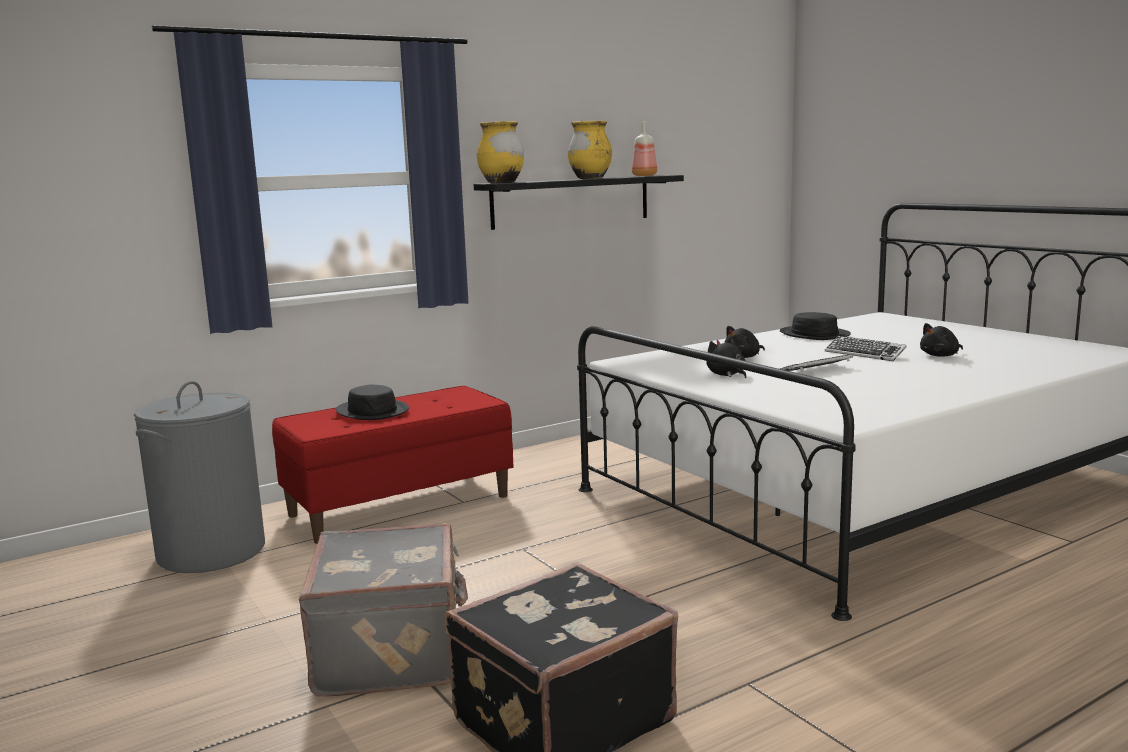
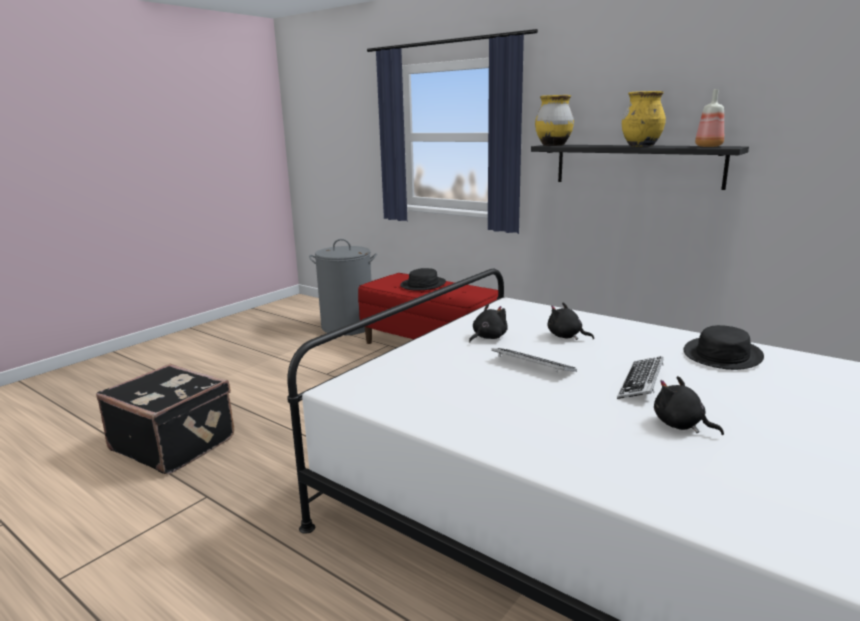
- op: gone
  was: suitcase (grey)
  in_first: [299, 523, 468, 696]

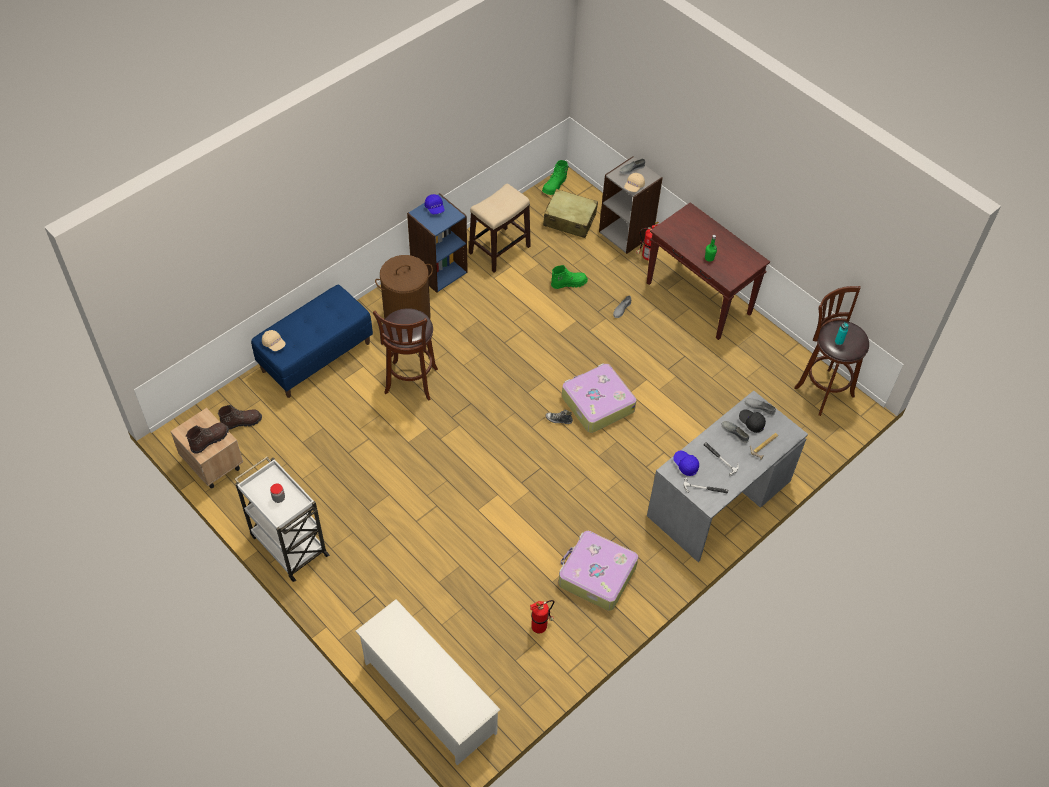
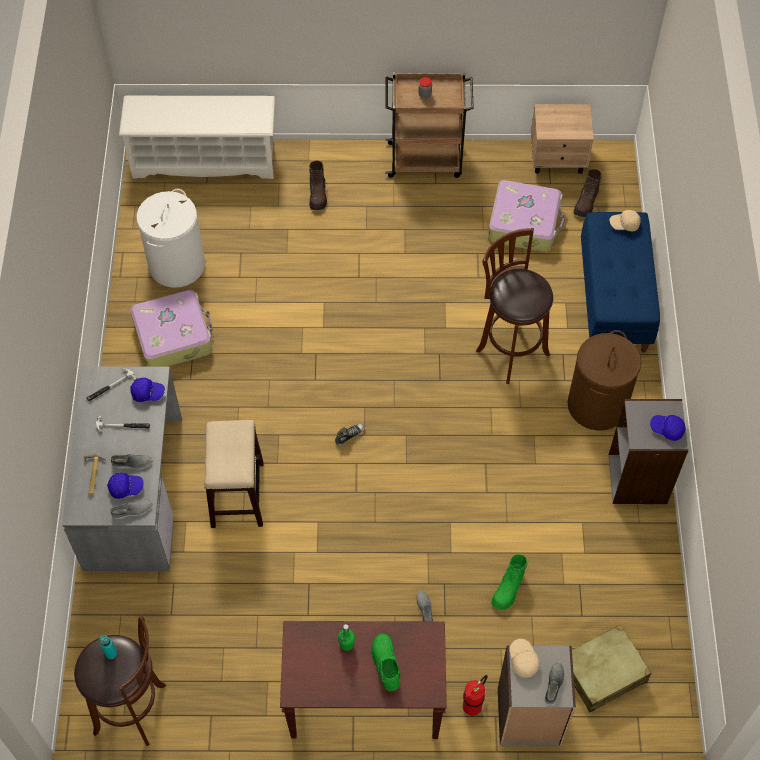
- op: shifted
  was: boot (brown)
  in_first: [186, 422, 229, 454]
  in_second: [309, 161, 327, 210]
- op: shifted
  was: stool
  in_first: [469, 184, 531, 273]
  in_second: [204, 420, 264, 528]
- op: shifted
  was: boot (green)
  in_first: [542, 160, 569, 195]
  in_second: [371, 633, 400, 691]
- op: shifted
  was: suitcase
  in_first: [562, 364, 636, 433]
  in_second: [488, 180, 565, 252]
- op: swapped
  was: fire extinguisher
  now: laundry basket (white)
  in_first: [530, 600, 554, 634]
  in_second: [137, 189, 205, 288]
- op: repainted
  was: cart (white)
  now: cart (brown)
  in_first: [235, 457, 330, 582]
  in_second: [385, 72, 474, 178]
- op: repainted
  was: bookcase (blue)
  now: bookcase (grey)
  in_first: [407, 193, 468, 293]
  in_second: [609, 399, 688, 504]
- op: repainted
  was: cap (black)
  now: cap (blue)
  in_first: [739, 409, 766, 433]
  in_second: [107, 473, 144, 499]

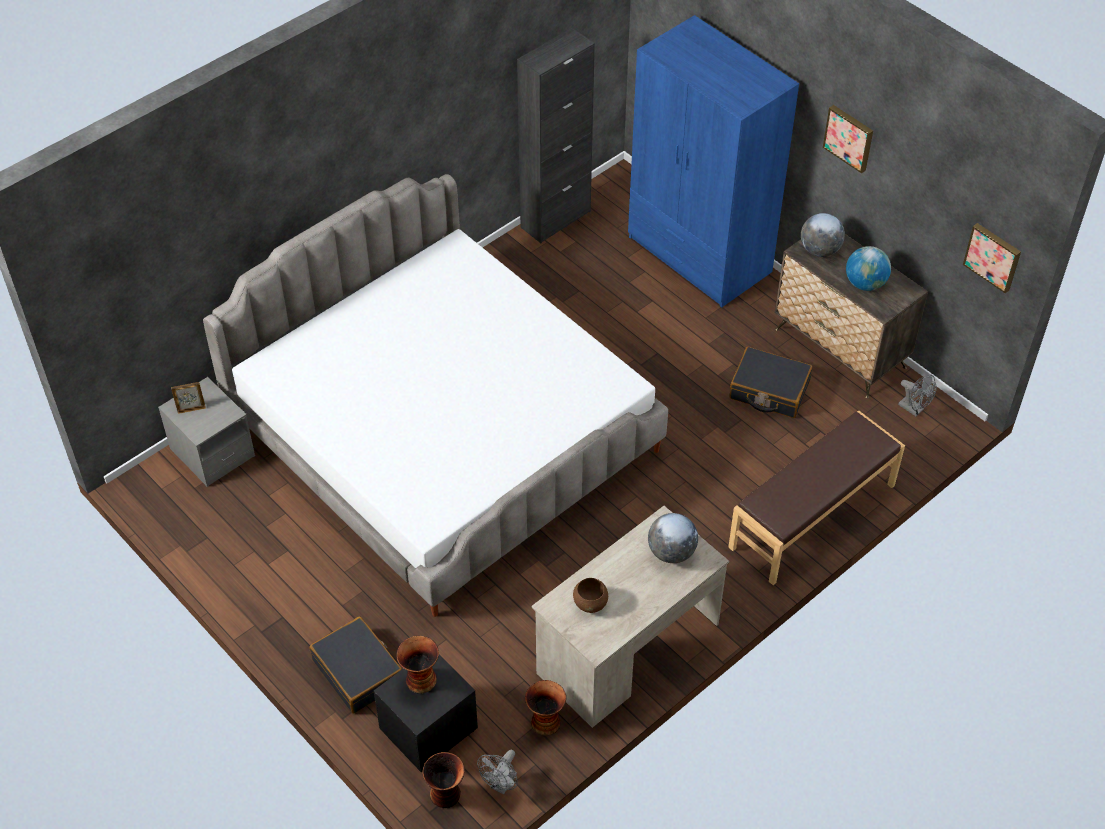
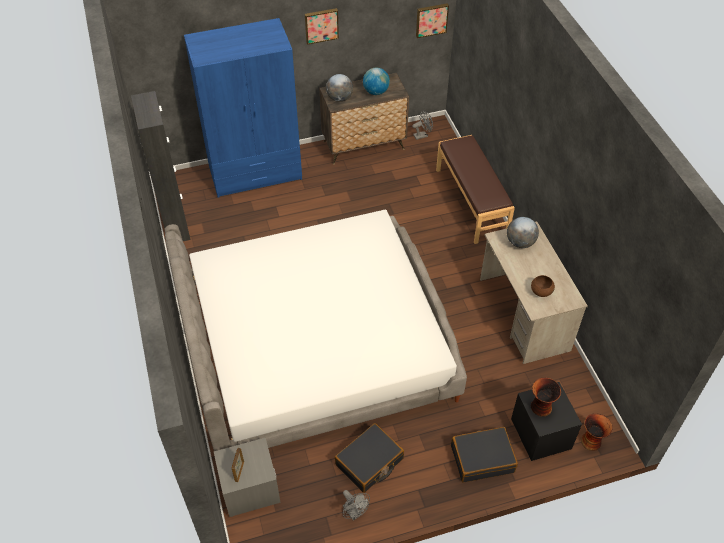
- op: gone
  was: vase
  in_first: [525, 680, 566, 736]
- op: shifted
  was: fan (grey)
  in_first: [477, 750, 518, 795]
  in_second: [343, 490, 370, 521]
- op: shifted
  was: suitcase (black)
  in_first: [730, 346, 813, 418]
  in_second: [335, 423, 404, 493]

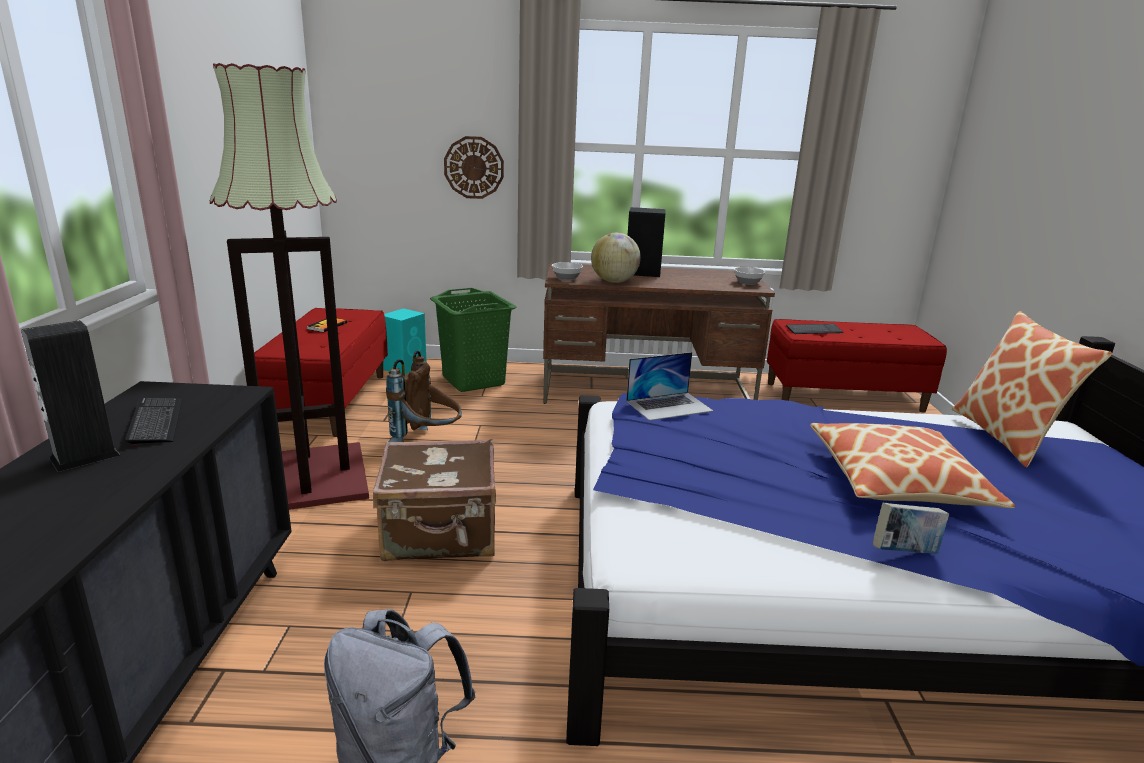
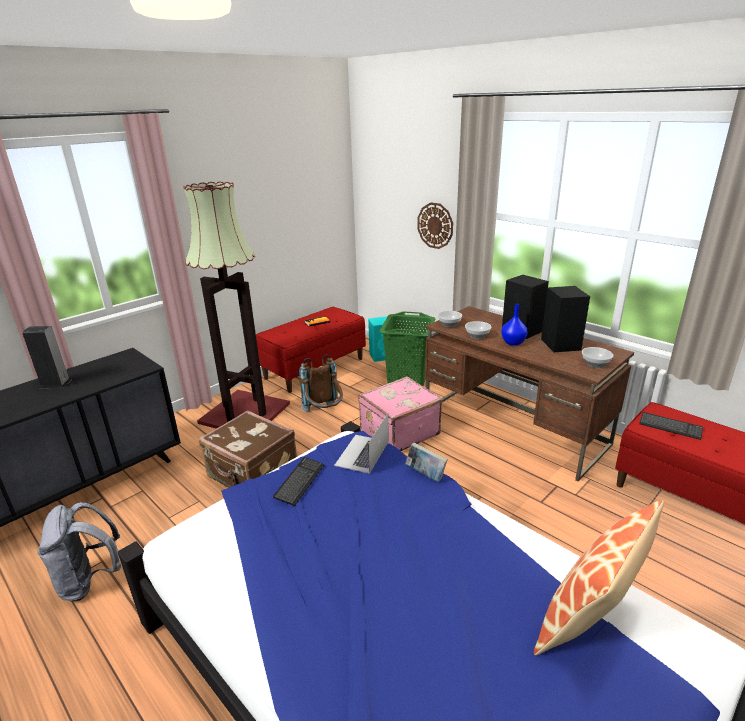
- op: gone
  was: pillow
  in_first: [810, 423, 1015, 508]
- op: new
  now: suitcase (pink)
  in_second: [358, 376, 443, 451]
- op: new
  now: vase (blue)
  in_second: [501, 304, 528, 346]
- op: new
  now: speaker (black)
  in_second: [541, 286, 590, 352]
- op: shifted
  was: keyboard
  in_first: [125, 398, 182, 445]
  in_second: [273, 457, 325, 506]
- op: shifted
  was: book
  in_first: [873, 503, 949, 554]
  in_second: [405, 443, 448, 482]
- op: swapped
  was: globe
  now: bowl
  in_first: [591, 233, 641, 283]
  in_second: [465, 321, 491, 339]
- op: rotated
  was: laptop
  in_first: [626, 352, 713, 421]
  in_second: [334, 413, 389, 474]
  clockwise: 90

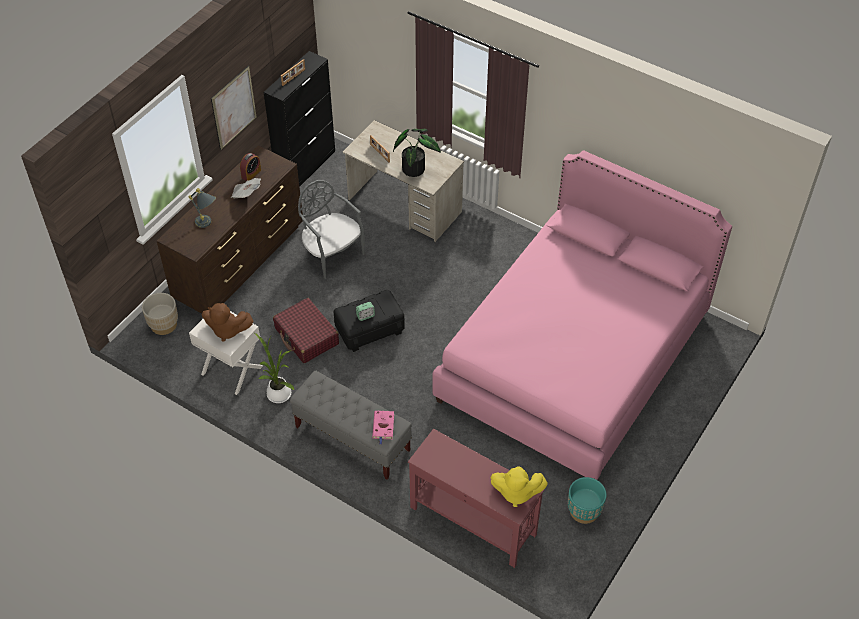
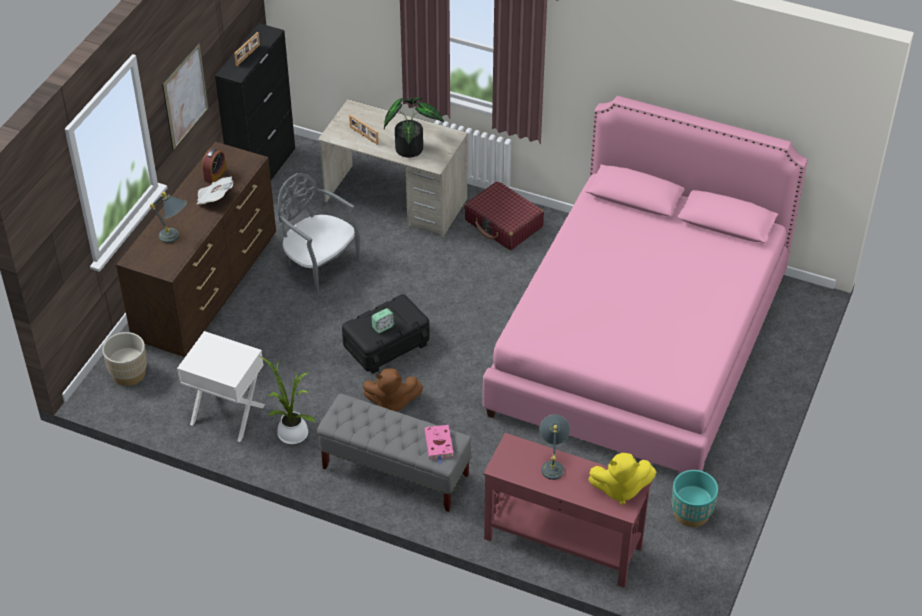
- op: new
  now: table lamp (grey)
  in_second: [539, 414, 570, 480]
- op: shifted
  was: plush toy (brown)
  in_first: [202, 303, 254, 342]
  in_second: [363, 368, 423, 411]
- op: shifted
  was: suitcase (red)
  in_first: [273, 298, 339, 363]
  in_second: [464, 182, 544, 250]

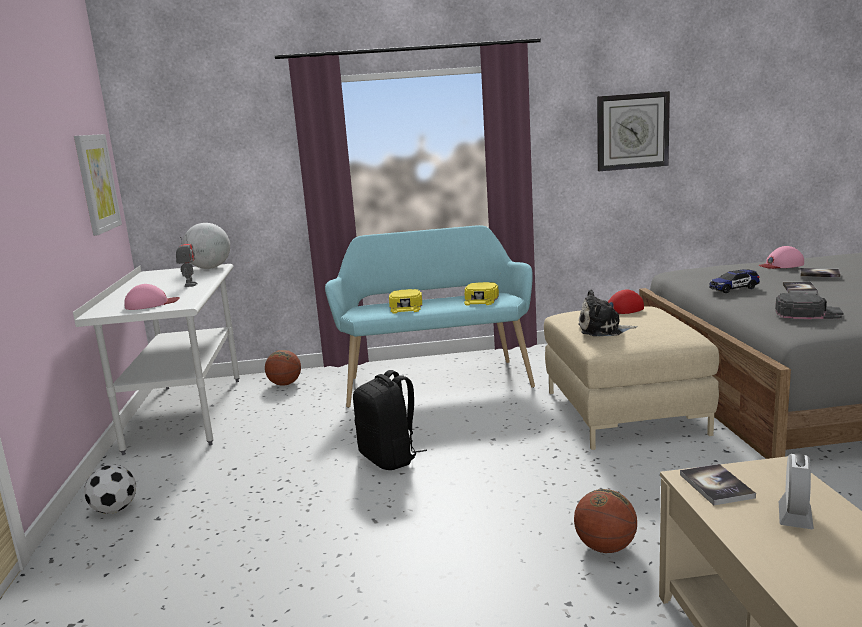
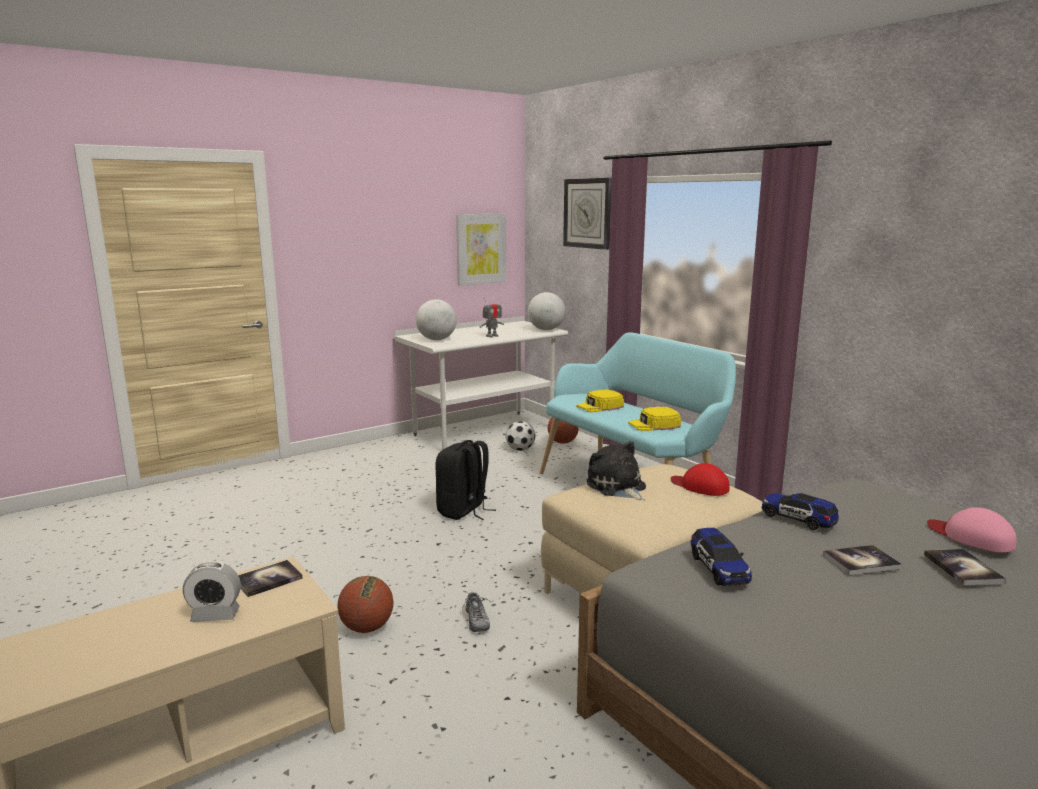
- op: new
  now: shoe
  in_second: [462, 592, 490, 632]
- op: shifted
  was: football
  in_first: [84, 464, 136, 514]
  in_second: [506, 421, 535, 451]
- op: shifted
  was: wall clock
  in_first: [597, 91, 670, 171]
  in_second: [563, 178, 612, 250]
- op: swapped
  was: cap (pink)
  now: globe
  in_first: [125, 284, 180, 310]
  in_second: [416, 299, 457, 340]
- op: swapped
  was: cap (black)
  now: toy car
  in_first: [775, 293, 843, 319]
  in_second: [691, 528, 752, 586]

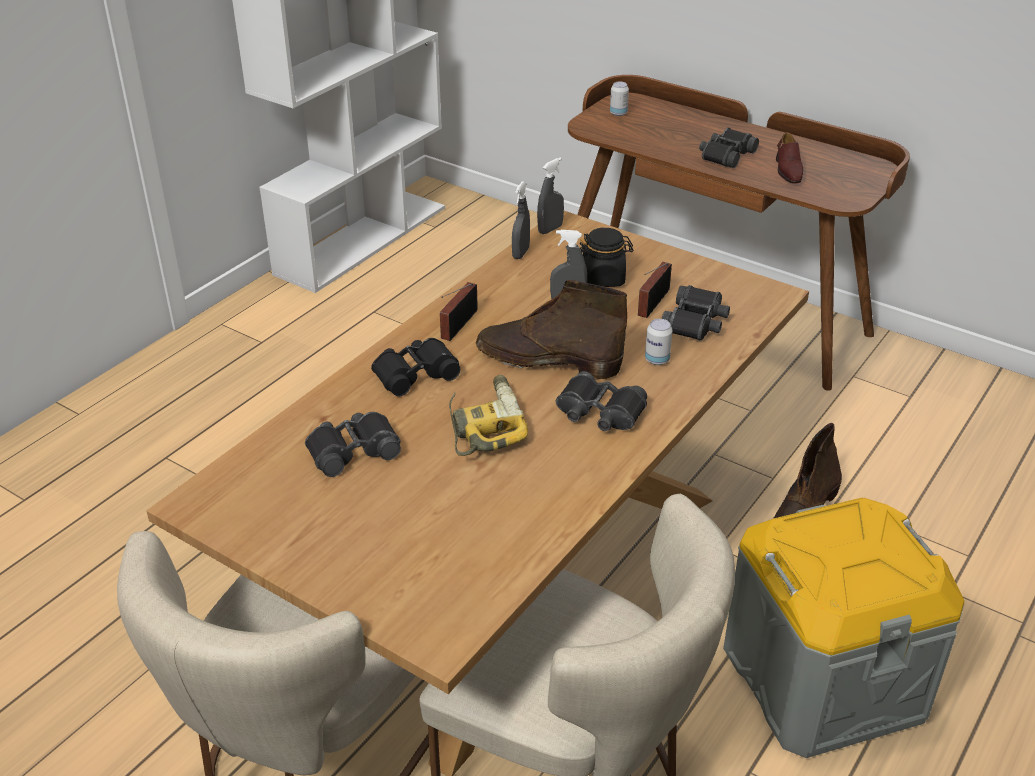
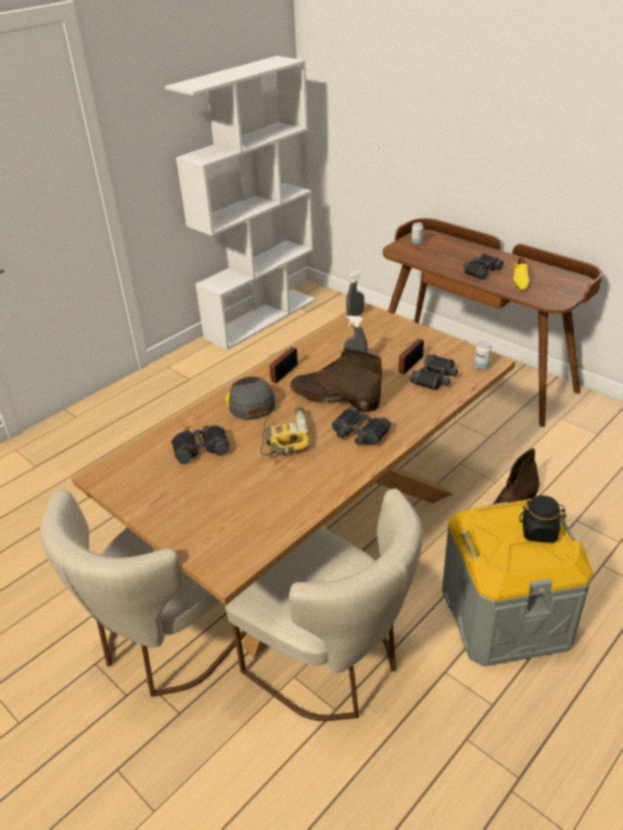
- op: gone
  was: spray bottle (grey)
  in_first: [512, 181, 530, 259]
- op: shifted
  was: jar (black)
  in_first: [580, 228, 633, 287]
  in_second: [519, 495, 567, 543]
- op: shifted
  was: can
  in_first: [645, 319, 673, 365]
  in_second: [474, 341, 492, 370]
- op: swapped
  was: binoculars (black)
  now: cap (grey)
  in_first: [371, 338, 460, 397]
  in_second: [226, 377, 275, 420]
- op: repainted
  was: shoe (brown)
  now: shoe (yellow)
  in_first: [776, 132, 803, 184]
  in_second: [513, 257, 529, 291]

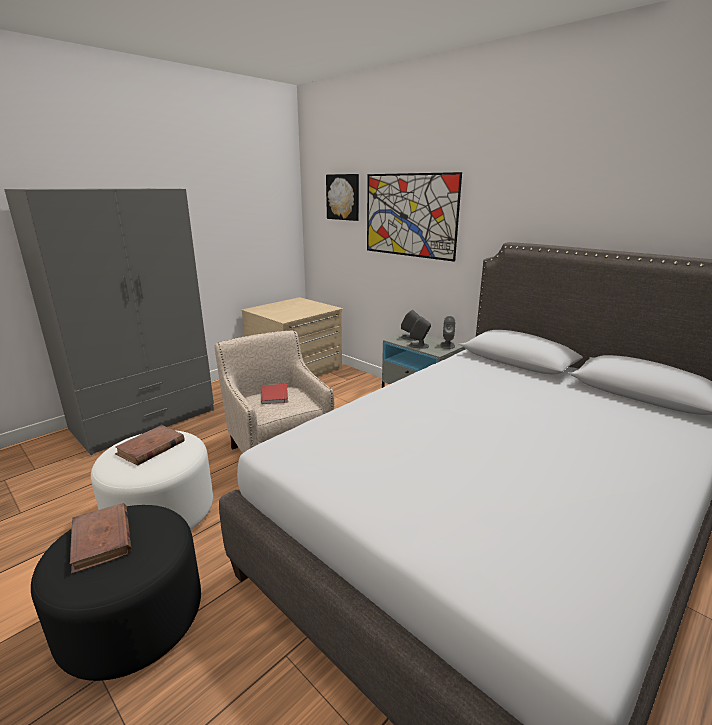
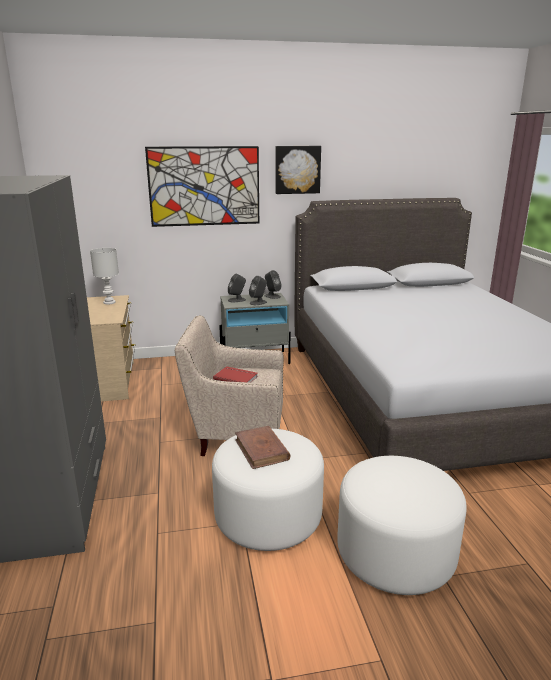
- op: gone
  was: book (brown)
  in_first: [70, 503, 131, 574]
- op: new
  now: table lamp (white)
  in_second: [90, 248, 119, 304]
- op: shifted
  was: picture
  in_first: [326, 174, 359, 221]
  in_second: [275, 146, 321, 194]
- op: repainted
  was: ottoman (black)
  now: ottoman (white)
  in_first: [31, 505, 201, 681]
  in_second: [337, 456, 467, 595]

